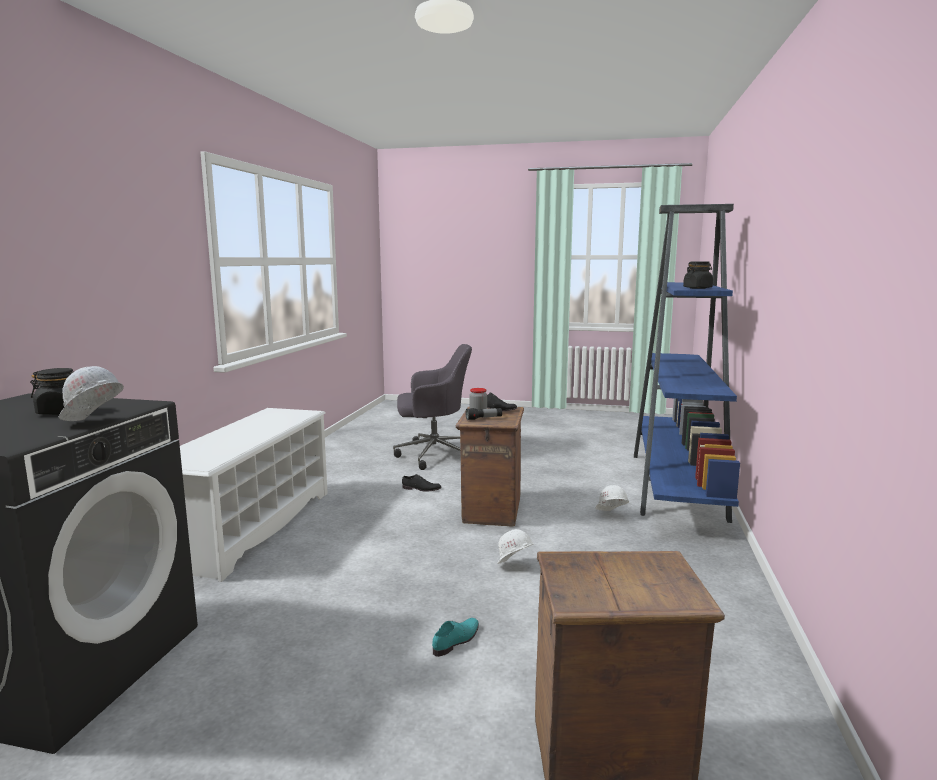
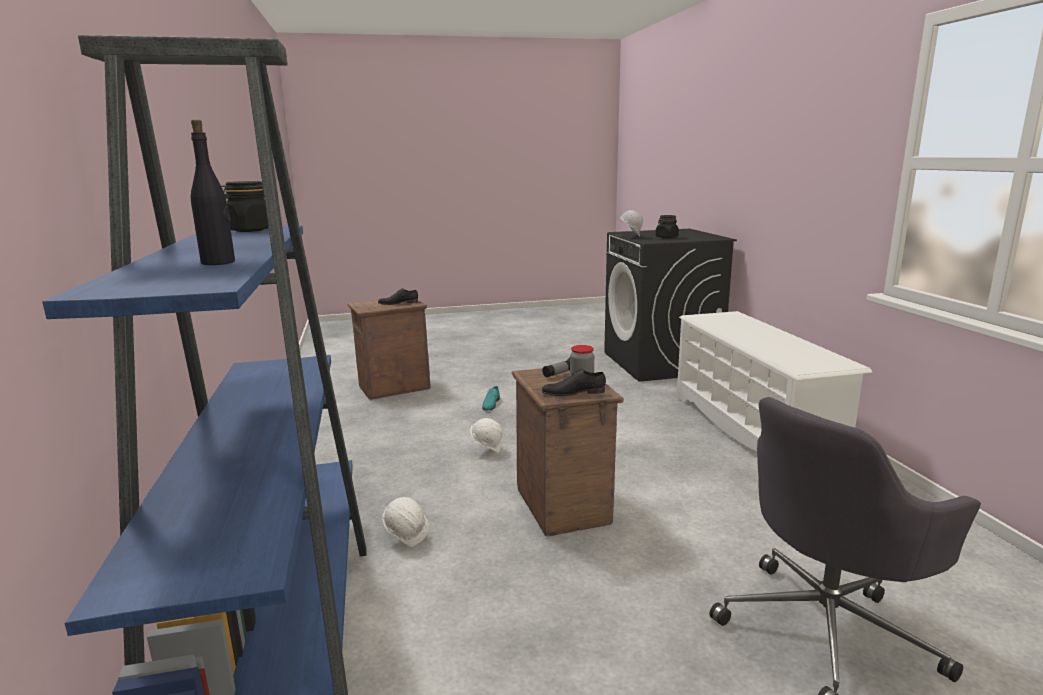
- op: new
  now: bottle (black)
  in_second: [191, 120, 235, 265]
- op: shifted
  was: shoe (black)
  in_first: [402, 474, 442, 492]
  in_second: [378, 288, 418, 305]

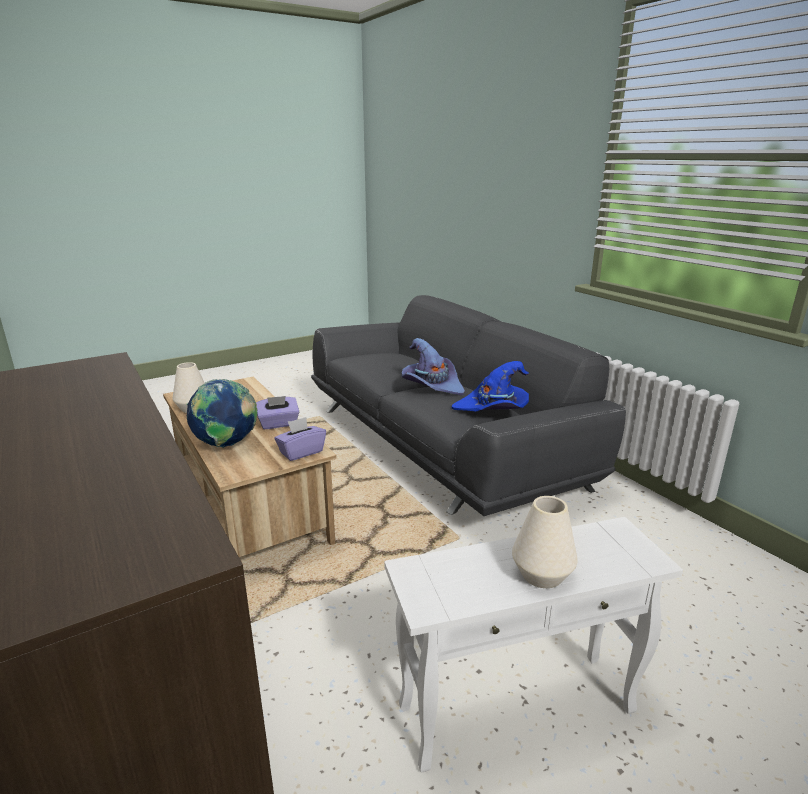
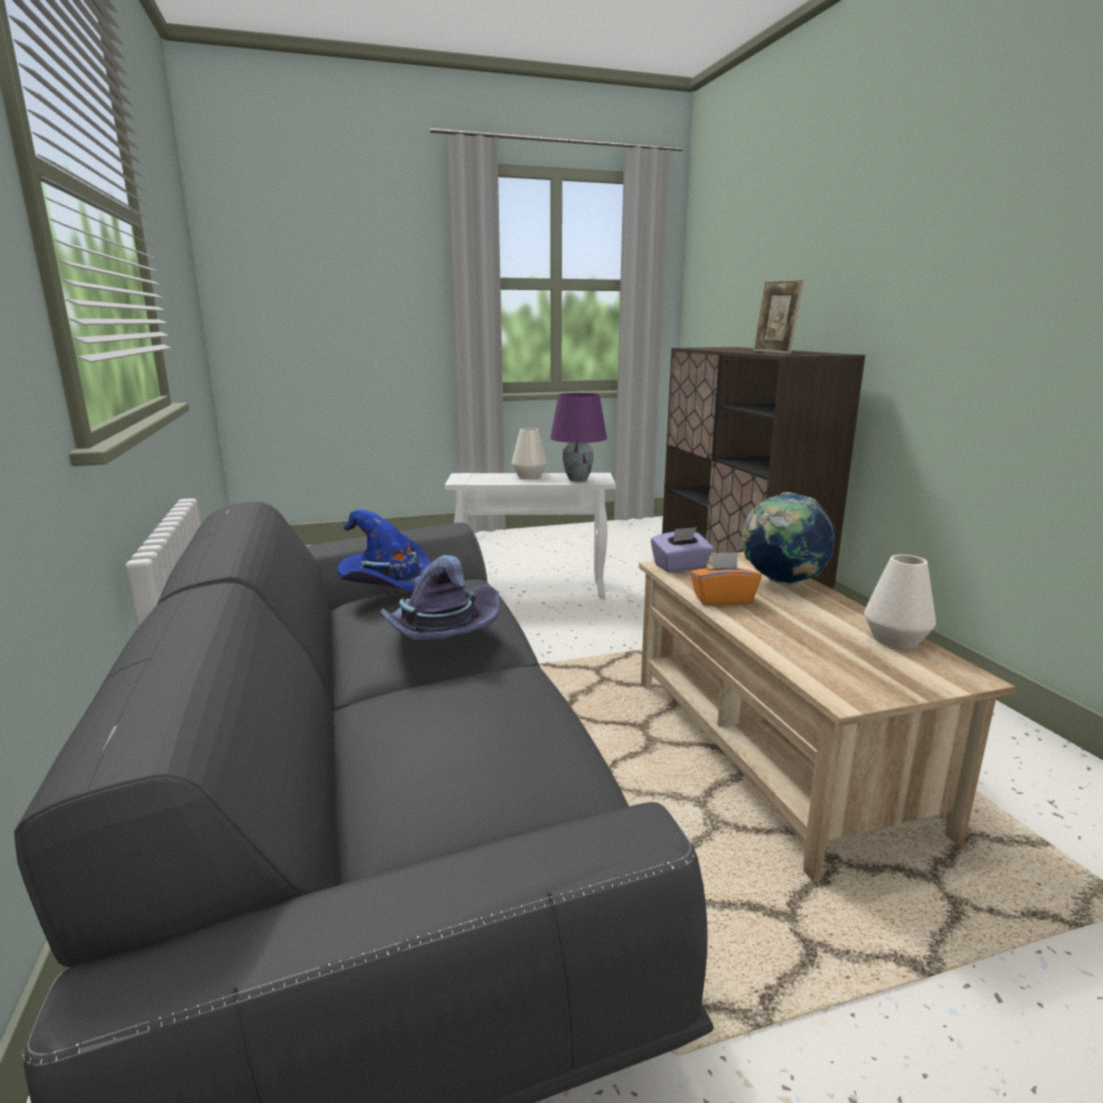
- op: new
  now: table lamp (purple)
  in_second: [550, 393, 607, 482]
- op: new
  now: picture frame
  in_second: [753, 280, 804, 354]
- op: repainted
  was: tissue box (purple)
  now: tissue box (orange)
  in_first: [256, 396, 299, 429]
  in_second: [690, 552, 762, 606]

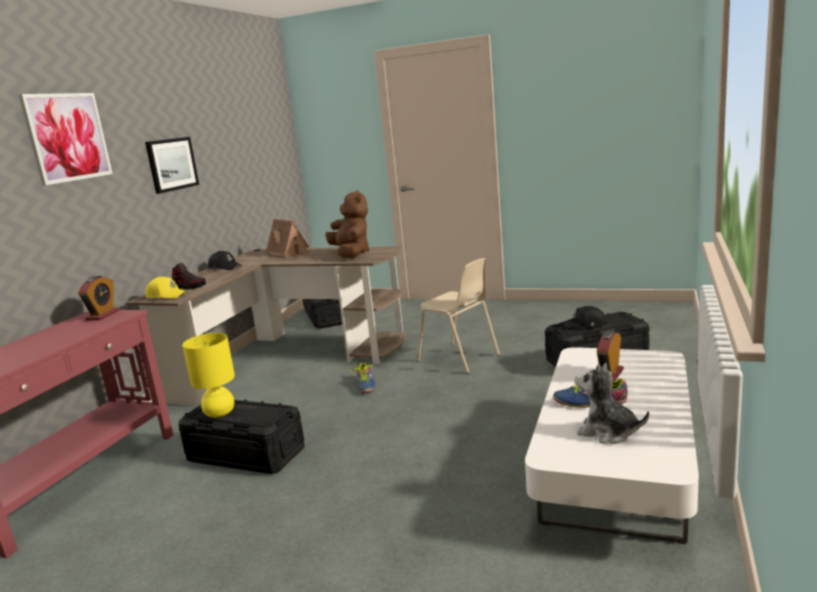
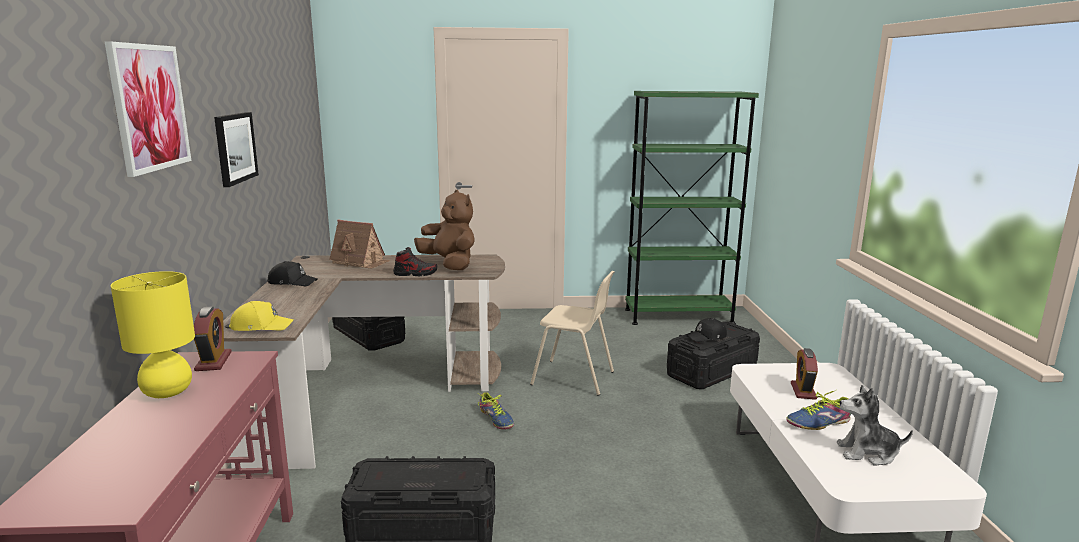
- op: new
  now: bookcase (green)
  in_second: [625, 91, 759, 325]
- op: shifted
  was: shoe
  in_first: [172, 263, 206, 289]
  in_second: [393, 247, 437, 277]
- op: shifted
  was: table lamp (yellow)
  in_first: [182, 333, 235, 418]
  in_second: [111, 271, 195, 398]

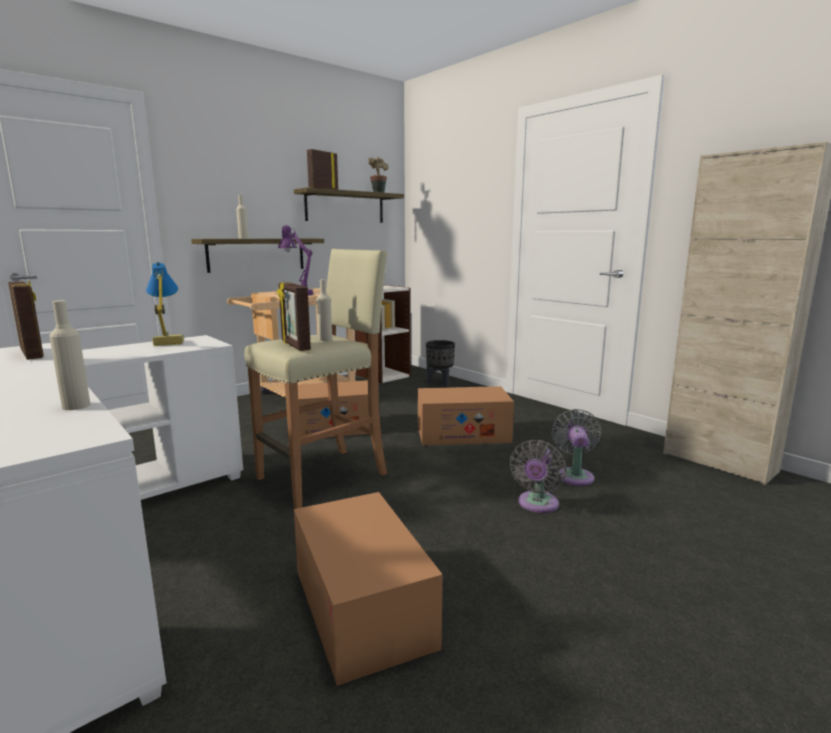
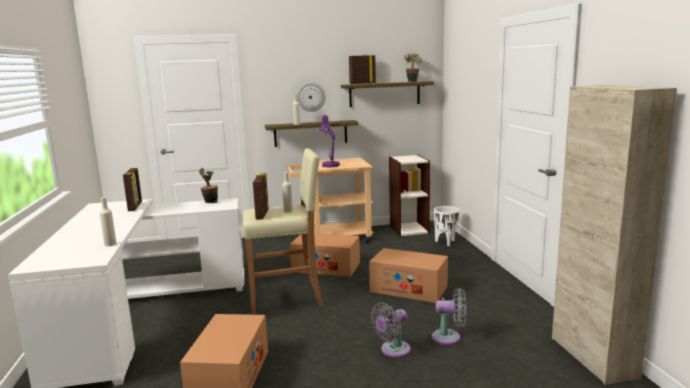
- op: new
  now: wall clock
  in_second: [297, 83, 325, 112]
- op: swapped
  was: table lamp
  now: potted plant
  in_first: [146, 262, 184, 346]
  in_second: [199, 168, 218, 203]
- op: repainted
  was: planter (black)
  now: planter (white)
  in_first: [426, 340, 455, 386]
  in_second: [434, 206, 459, 246]
- op: rotated
  was: fan (grey)
  in_first: [552, 409, 602, 486]
  in_second: [432, 288, 467, 345]
  clockwise: 60

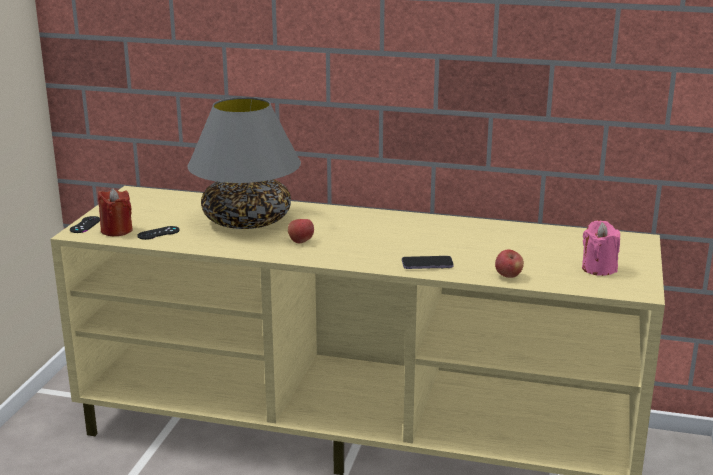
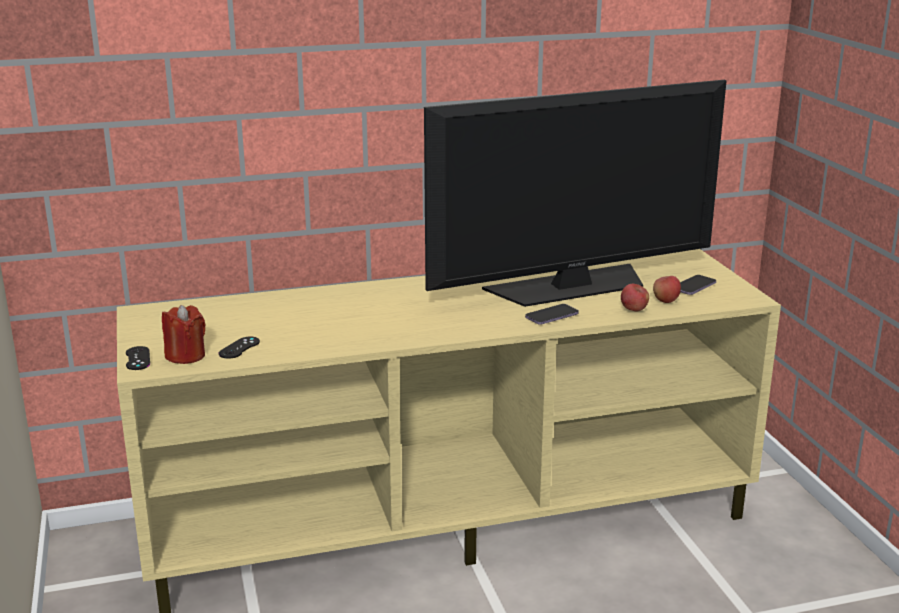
- op: gone
  was: table lamp (grey)
  in_first: [188, 97, 301, 229]
- op: new
  now: television
  in_second: [424, 80, 727, 307]
- op: shifted
  was: apple
  in_first: [288, 219, 314, 243]
  in_second: [653, 276, 681, 303]
- op: swapped
  was: candle (pink)
  now: phone
  in_first: [582, 220, 620, 276]
  in_second: [680, 275, 716, 295]

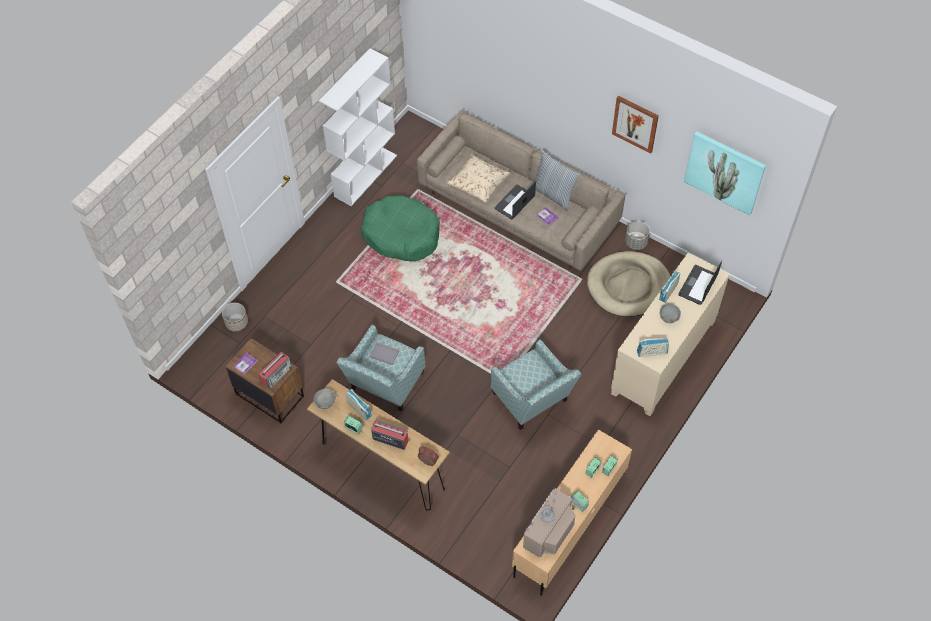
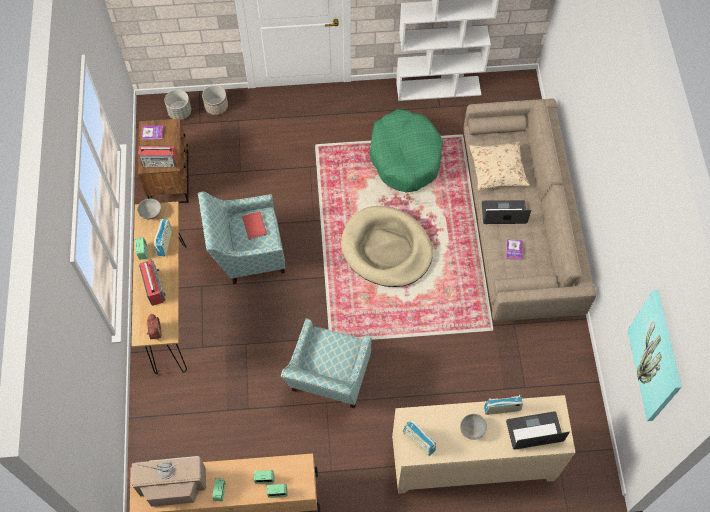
- op: gone
  was: pillow
  in_first: [530, 151, 581, 211]
- op: gone
  was: picture
  in_first: [612, 96, 659, 154]
- op: shifted
  was: dog bed (beige)
  in_first: [587, 251, 671, 317]
  in_second: [341, 206, 433, 287]
- op: shifted
  was: planter (grey)
  in_first: [625, 221, 650, 250]
  in_second: [164, 89, 191, 120]
- op: repainted
  was: book (grey)
  now: book (red)
  in_first: [370, 342, 399, 365]
  in_second: [242, 211, 267, 240]

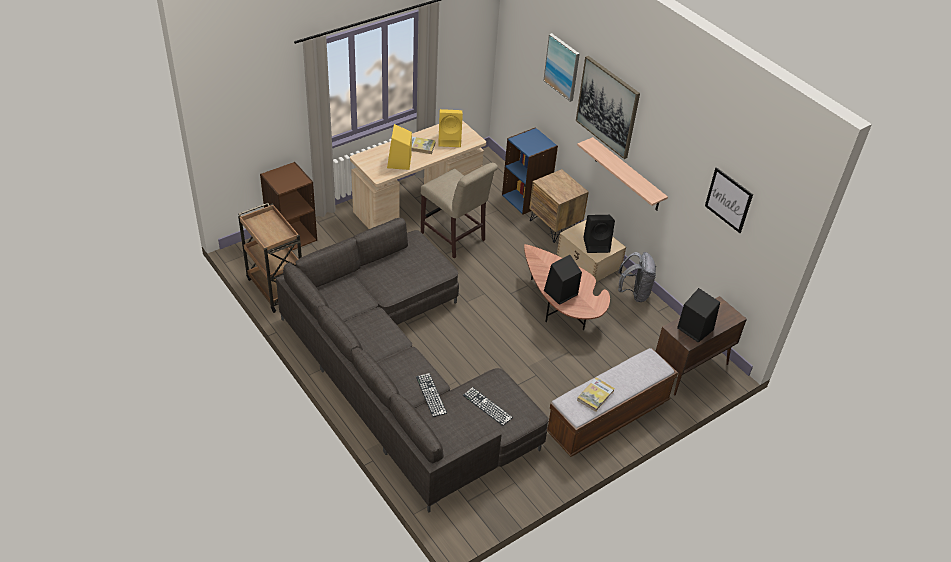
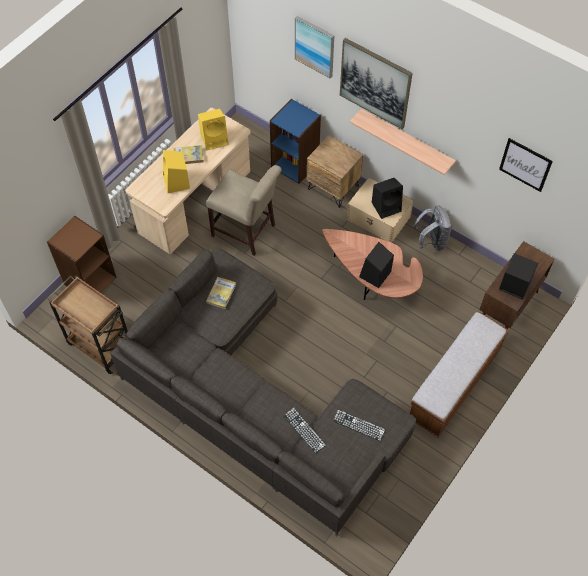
- op: shifted
  was: book
  in_first: [577, 377, 615, 412]
  in_second: [206, 277, 236, 309]

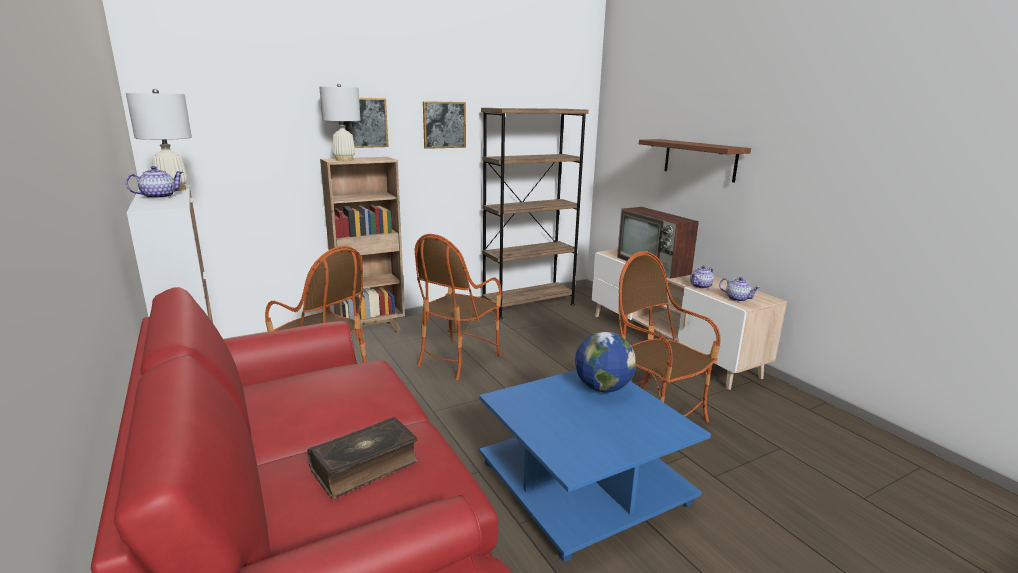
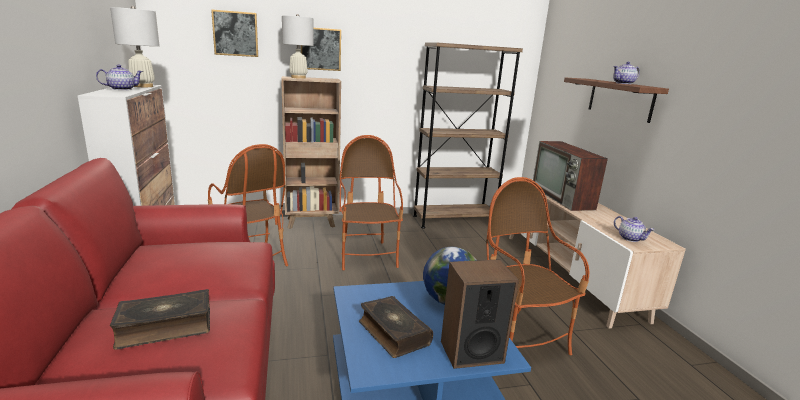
- op: new
  now: book
  in_second: [359, 296, 433, 358]
- op: new
  now: speaker
  in_second: [441, 259, 519, 369]
- op: shifted
  was: picture
  in_first: [423, 101, 466, 149]
  in_second: [211, 9, 258, 57]
- op: shifted
  was: teapot
  in_first: [690, 265, 714, 289]
  in_second: [613, 62, 640, 84]
- op: rotated
  was: armchair
  in_first: [415, 234, 502, 380]
  in_second: [339, 135, 403, 270]
  clockwise: 120

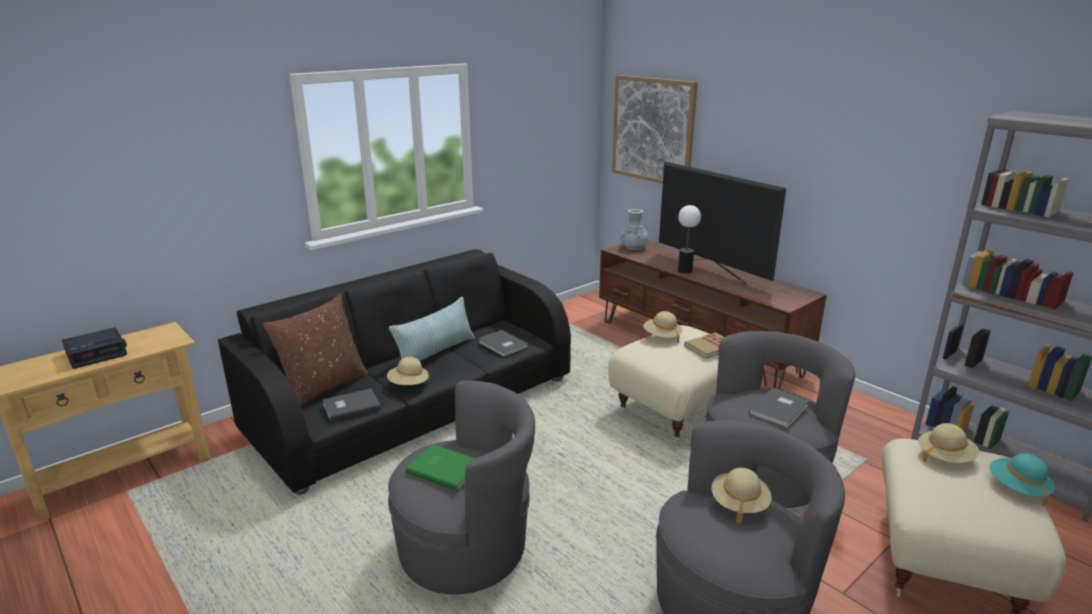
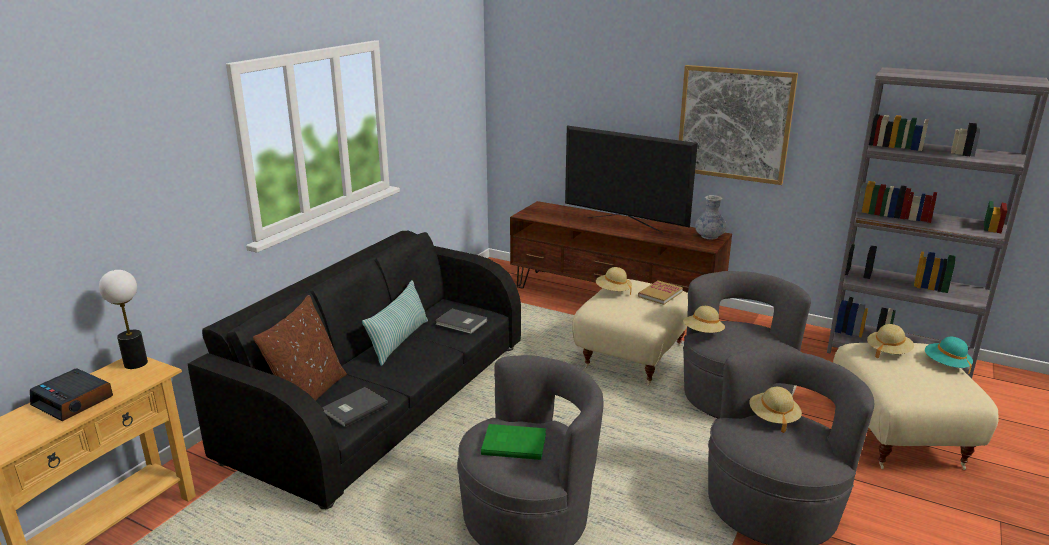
- op: gone
  was: book (grey)
  in_first: [749, 388, 809, 428]
- op: shifted
  was: hat (beige)
  in_first: [387, 357, 430, 385]
  in_second: [683, 306, 725, 333]
- op: shifted
  was: picture
  in_first: [612, 75, 698, 184]
  in_second: [679, 65, 798, 185]
- op: shifted
  was: vase
  in_first: [620, 209, 649, 250]
  in_second: [695, 195, 726, 239]
- op: shifted
  was: table lamp
  in_first: [678, 205, 701, 274]
  in_second: [99, 270, 148, 369]
- op: rotated
  was: alarm clock
  in_first: [62, 327, 127, 369]
  in_second: [30, 368, 113, 421]
  clockwise: 90

